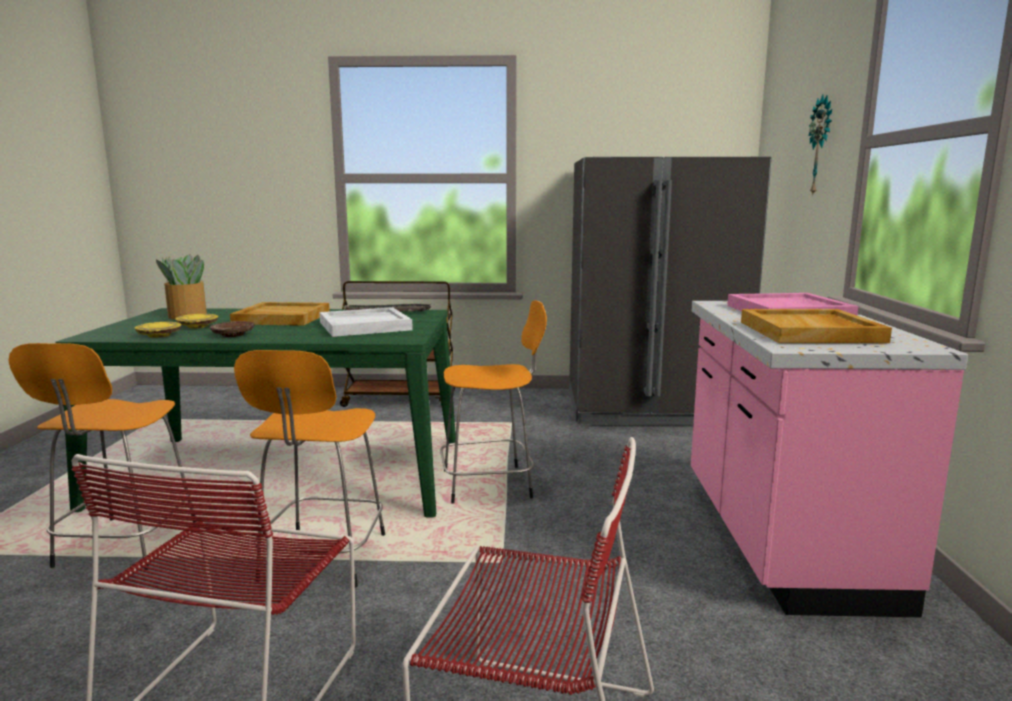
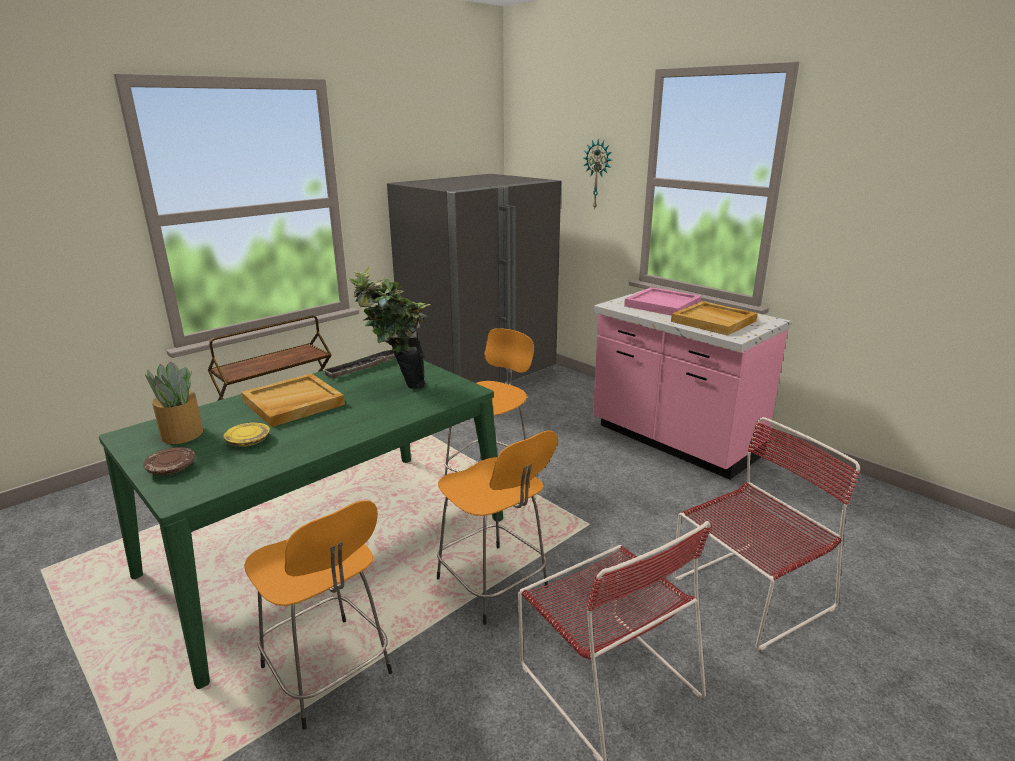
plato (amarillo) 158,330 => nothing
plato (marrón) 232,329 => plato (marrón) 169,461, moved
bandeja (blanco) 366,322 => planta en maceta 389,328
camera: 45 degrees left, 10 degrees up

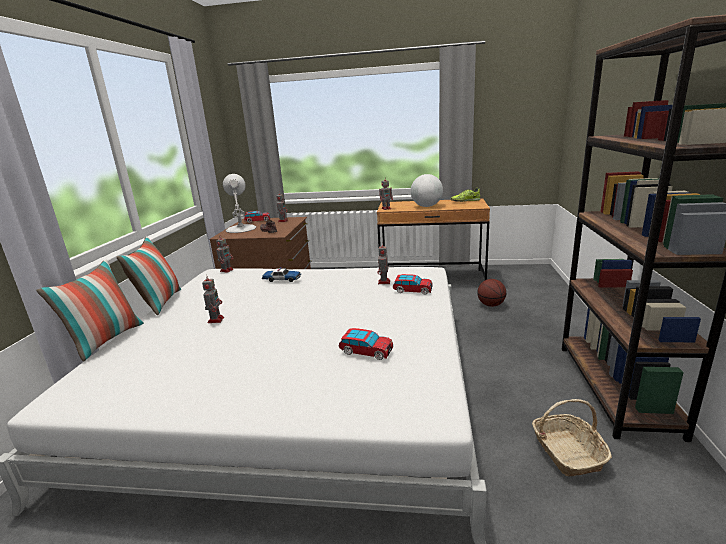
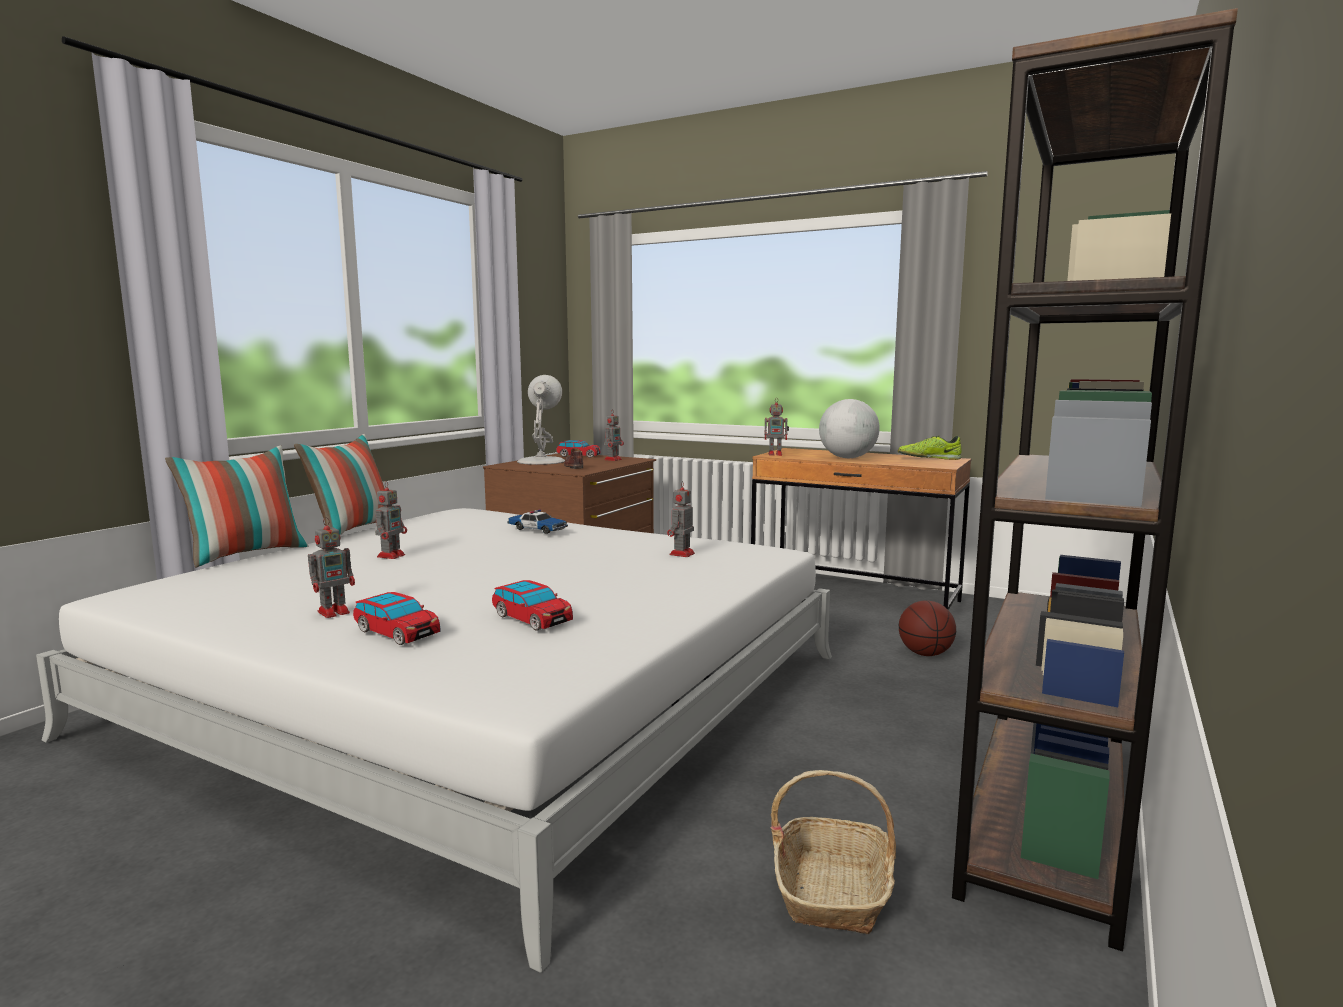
robot de juguete 224,254 => robot de juguete 331,567, moved
coche de juguete 413,284 => coche de juguete 396,618, moved
camera: 20 degrees right, 10 degrees down

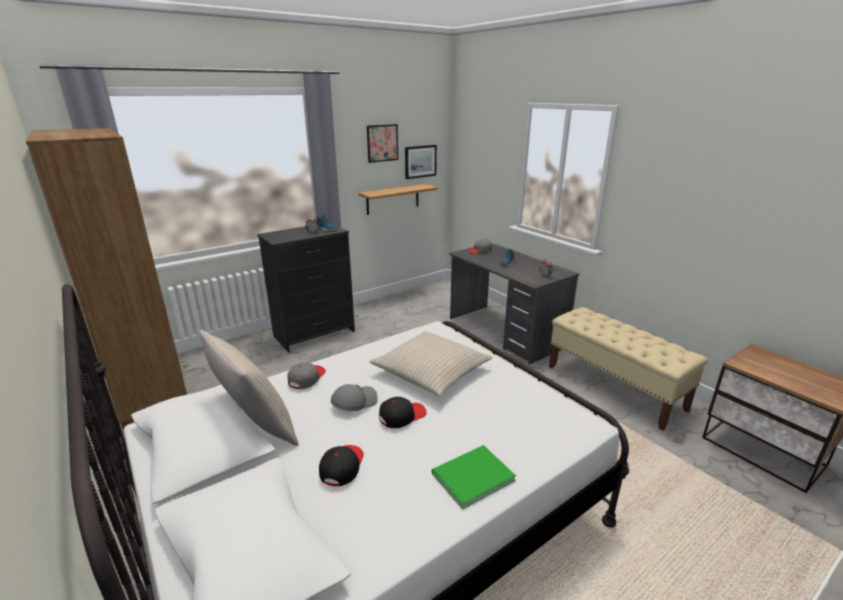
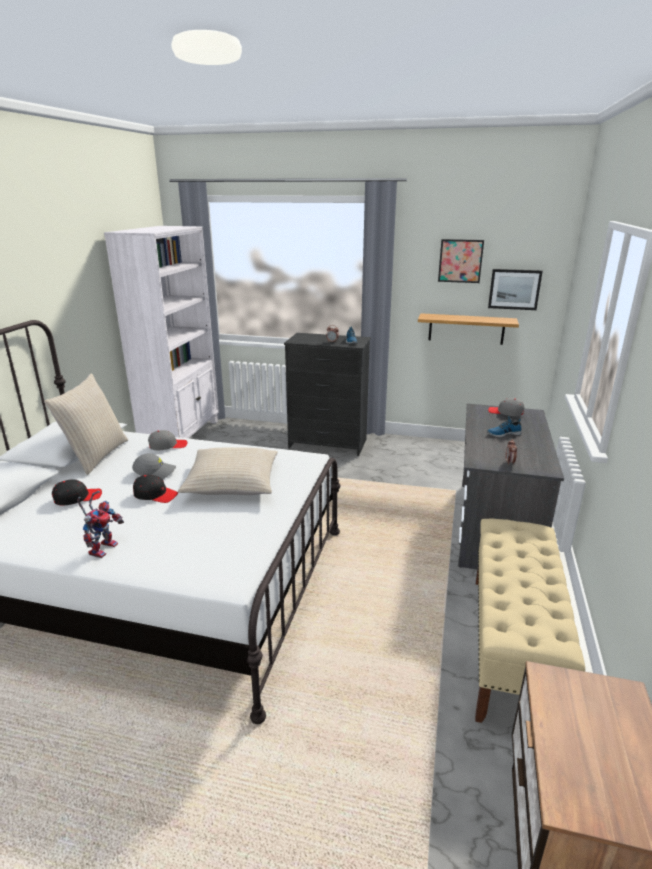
estantería (marrón) 106,279 => estantería (blanco) 161,332
libro (verde) 474,477 => robot de juguete 100,524
camera: 50 degrees right, 0 degrees up

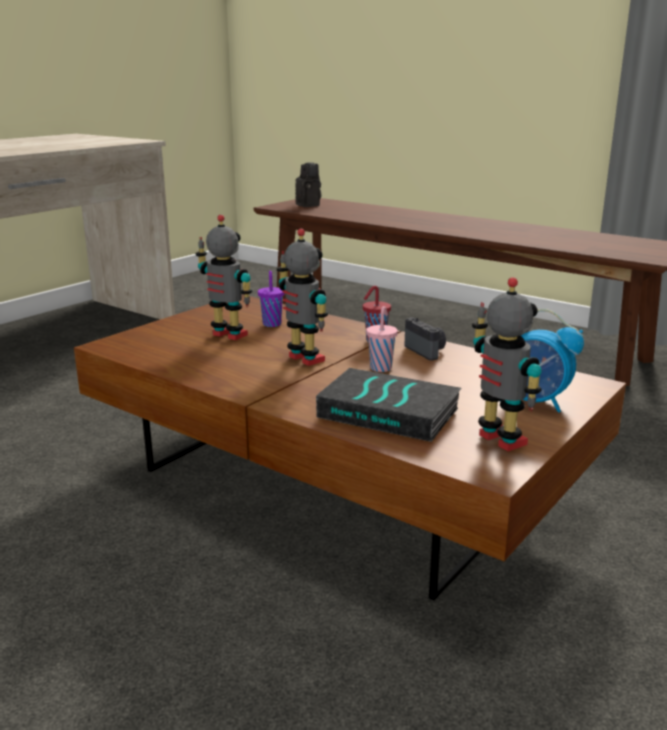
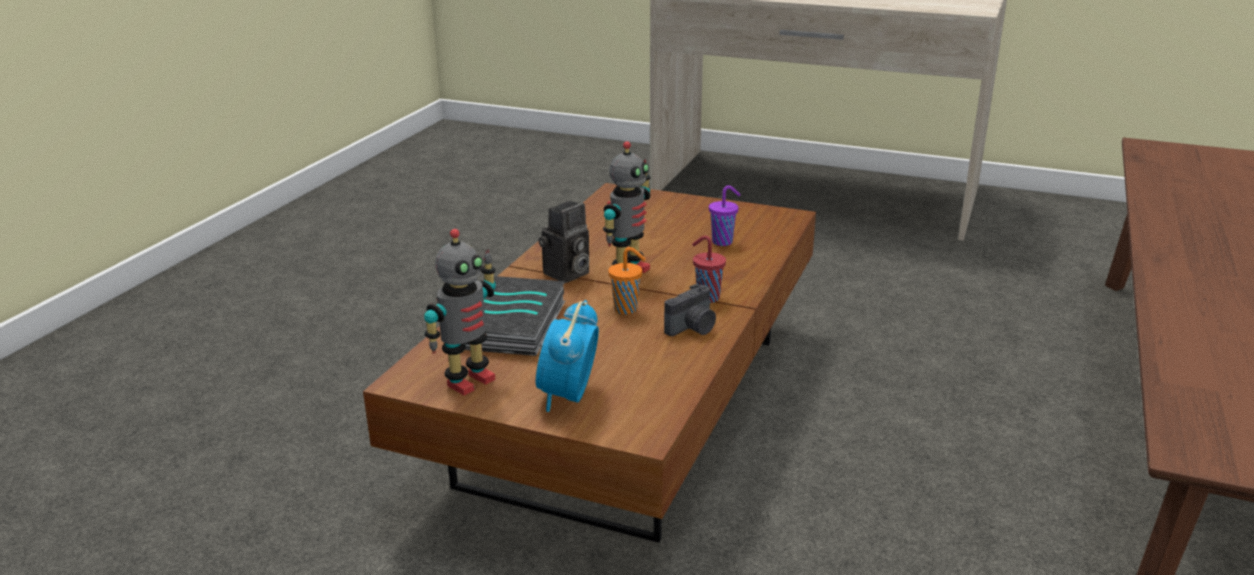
robot de juguete 224,277 => nothing
cámara 308,184 => cámara 563,242, moved
taza (rosa) 382,339 => taza (naranja) 627,280
camera: 75 degrees right, 5 degrees up

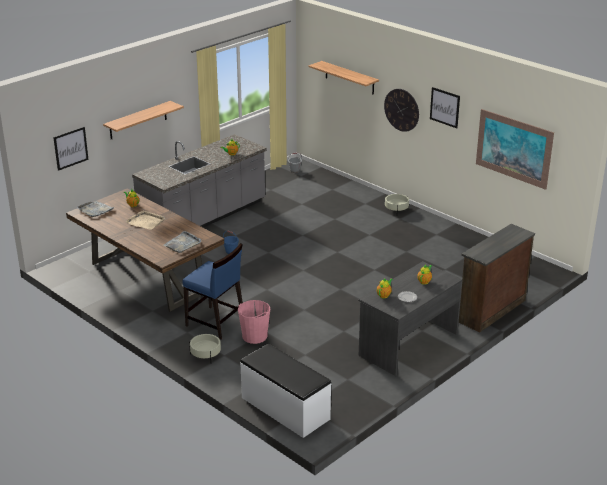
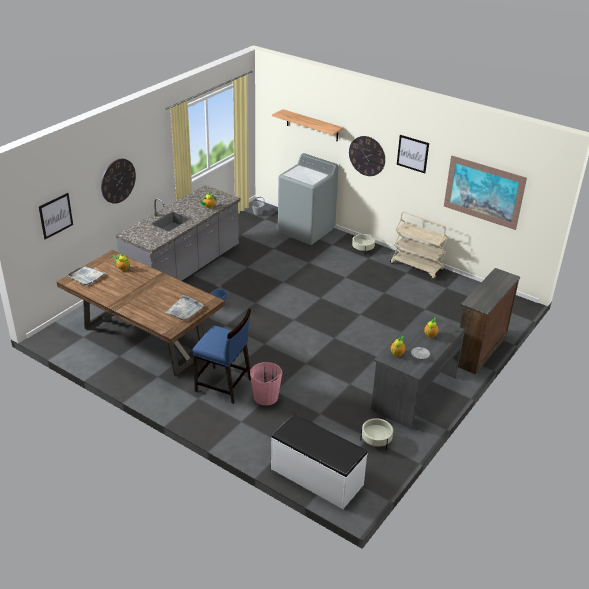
estante 143,120 => reloj de pared 118,181
bandeja (beis) 145,220 => nothing
maceta (beis) 205,347 => maceta (beis) 376,434, moved
nothing => lavadora (gris) 308,199
nothing => carrito (beis) 419,245
camera: 10 degrees left, 5 degrees up

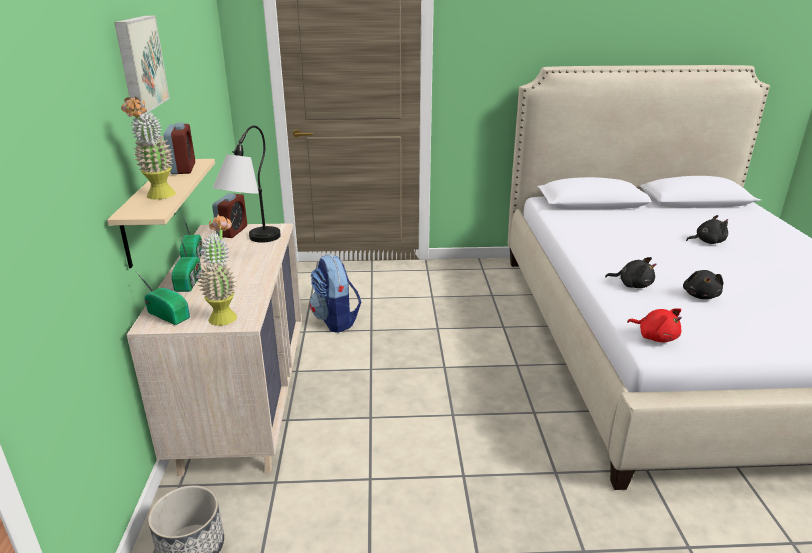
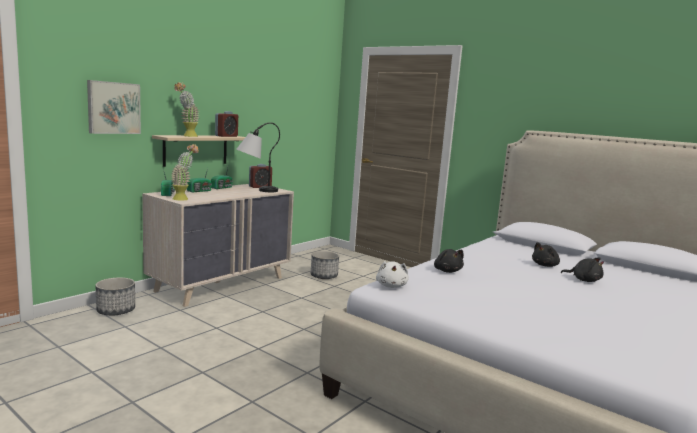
cuadro 142,64 => cuadro 114,107, moved
mochila 335,293 => maceta 325,265
peluche (rojo) 654,325 => peluche (blanco) 392,274
peluche (negro) 703,284 => peluche (negro) 546,254, moved
camera: 40 degrees right, 15 degrees down

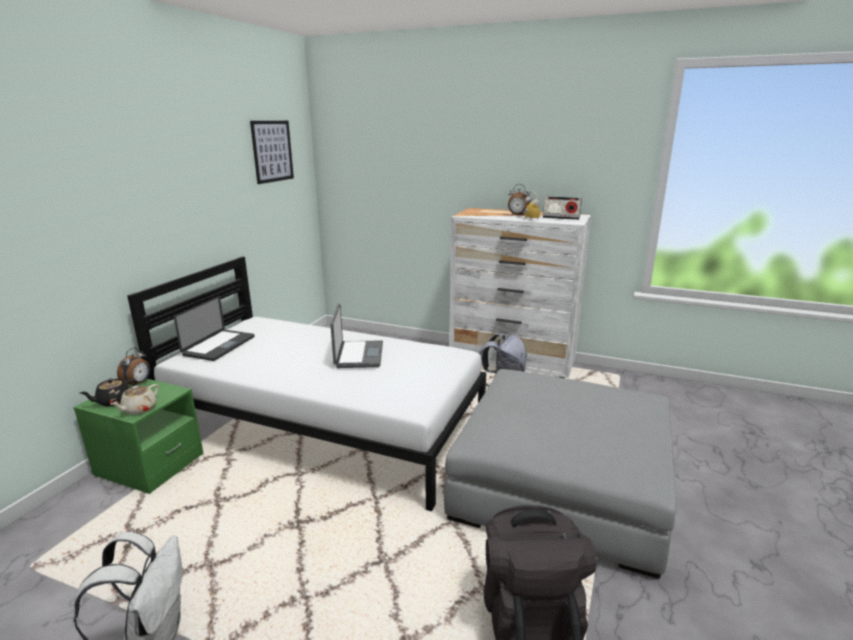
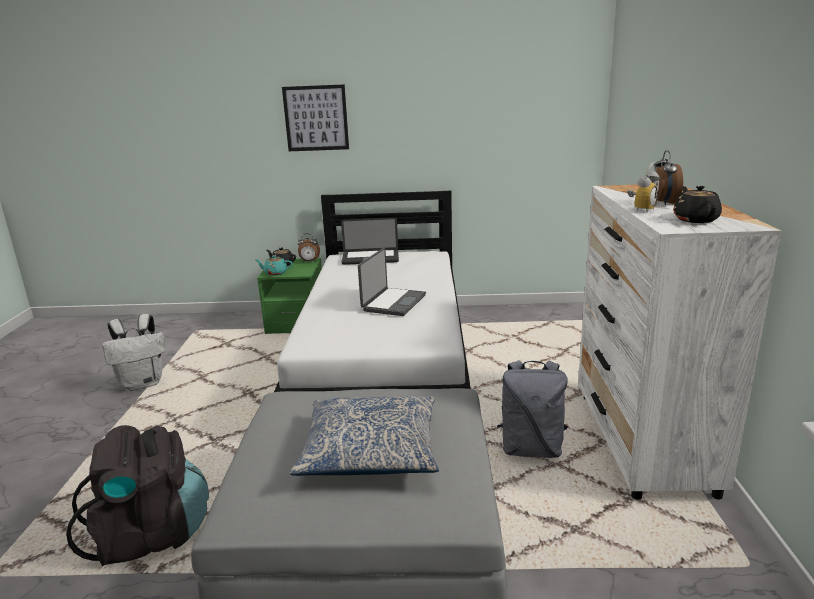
tetera (beis) 135,399 => tetera (turquesa) 274,265
cuadro 272,152 => cuadro 315,117, moved
portátil 357,336 => portátil 392,282, 45 degrees counterclockwise
radio 562,208 => tetera (negro) 697,204
nothing => cojín 364,436
camera: 70 degrees right, 0 degrees up

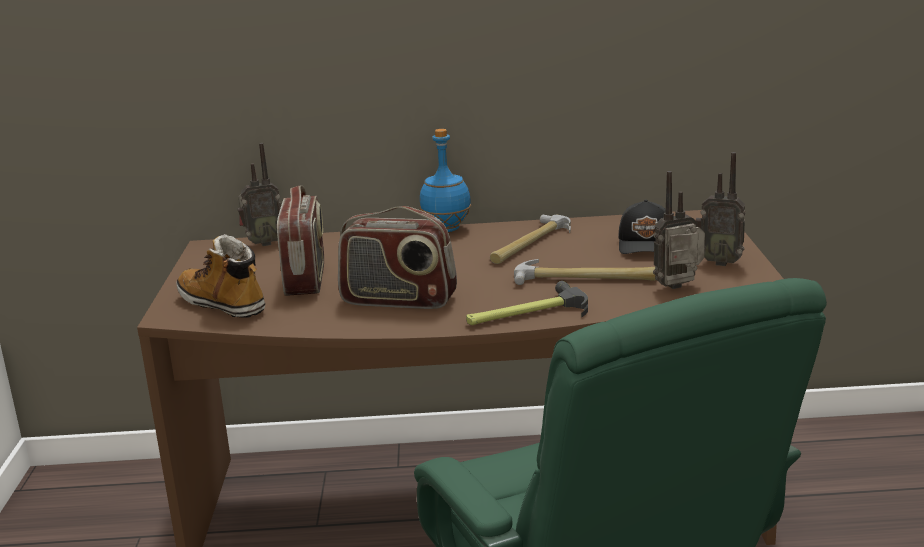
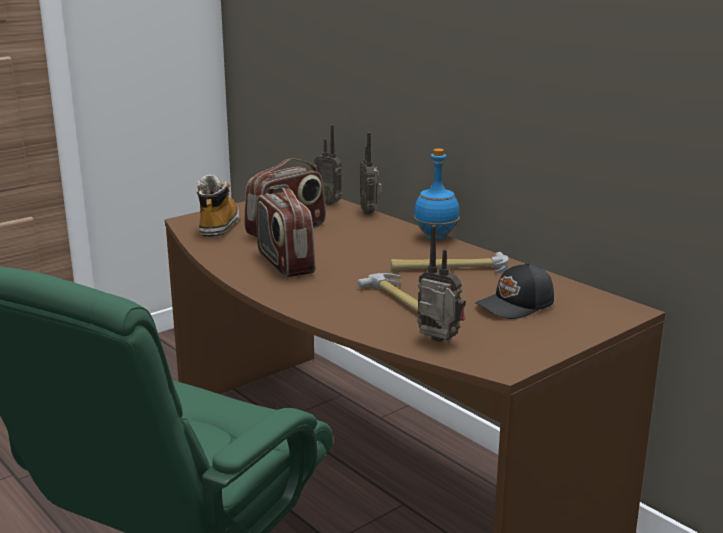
martillo 527,303 => nothing
radio 721,209 => radio 371,173, moved
camera: 50 degrees right, 0 degrees up

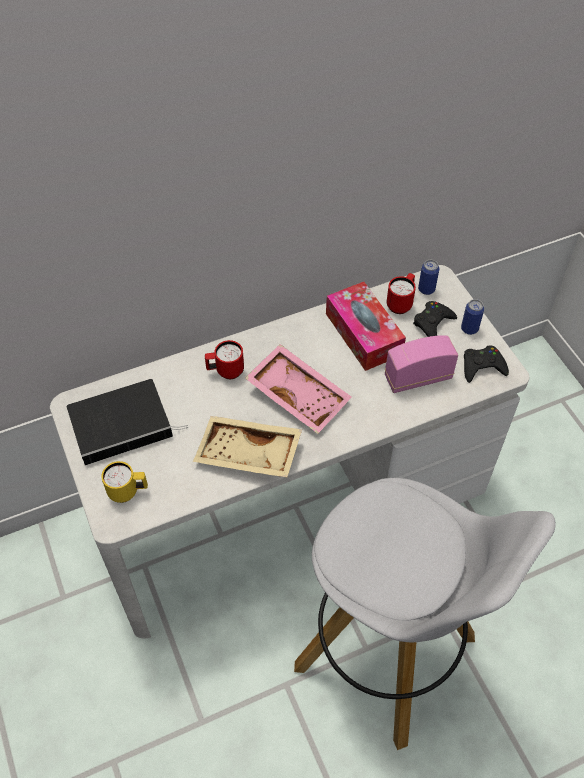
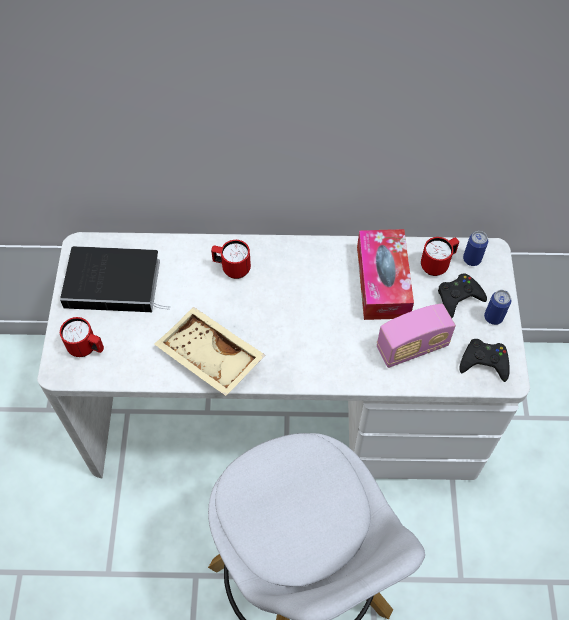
taza grande (amarillo) 124,482 => taza grande (rojo) 82,337
bandeja (rosa) 298,389 => nothing
radio 421,364 => radio 416,336, 150 degrees clockwise
camera: 25 degrees right, 5 degrees up

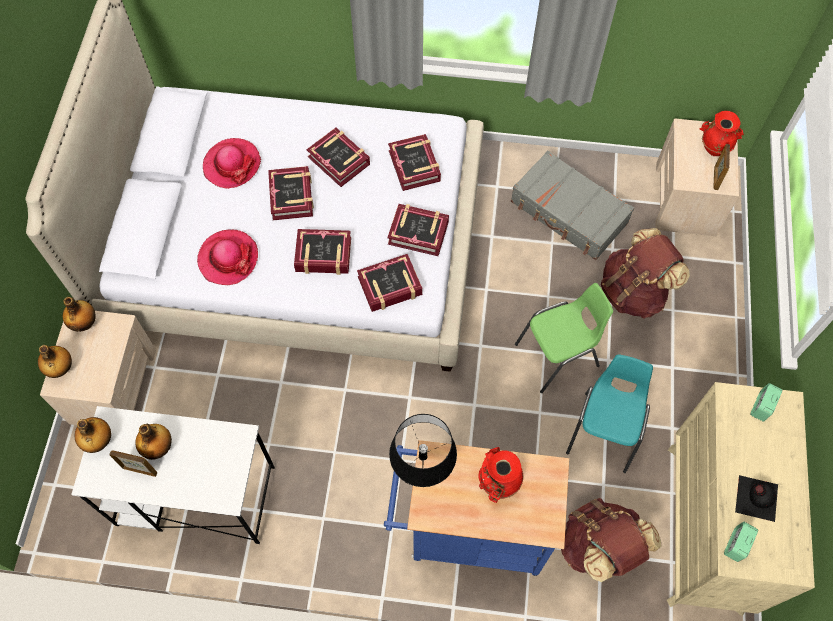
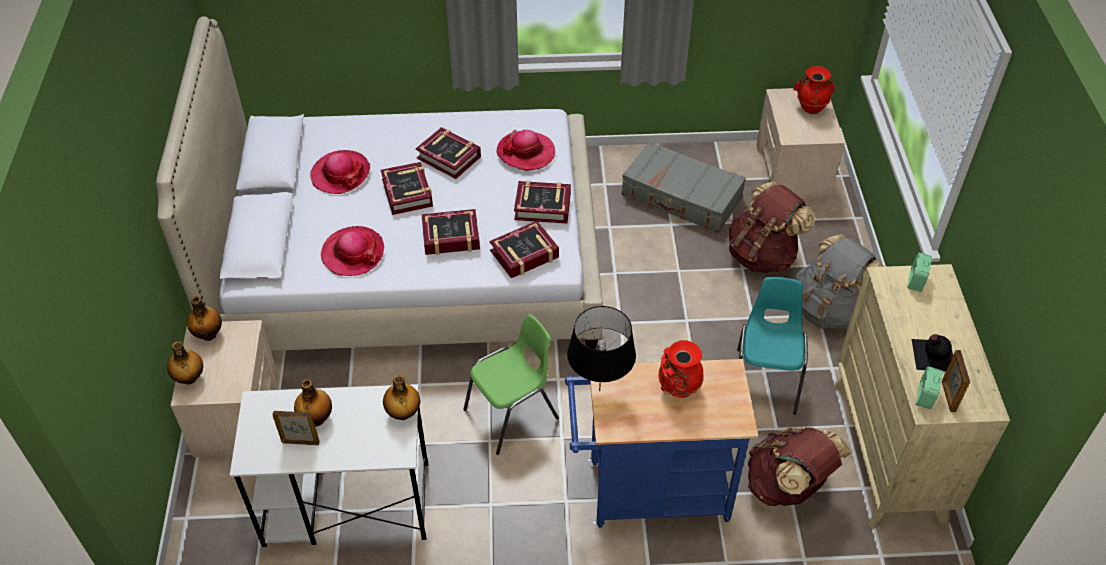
botella 93,435 => botella 401,397, moved
libro 414,162 => sombrero 526,150
silla (verde) 564,338 => silla (verde) 511,384, moved
portarretratos 722,167 => portarretratos 956,381, moved
nothing => mochila (gris) 839,281
camera: 10 degrees left, 15 degrees down

